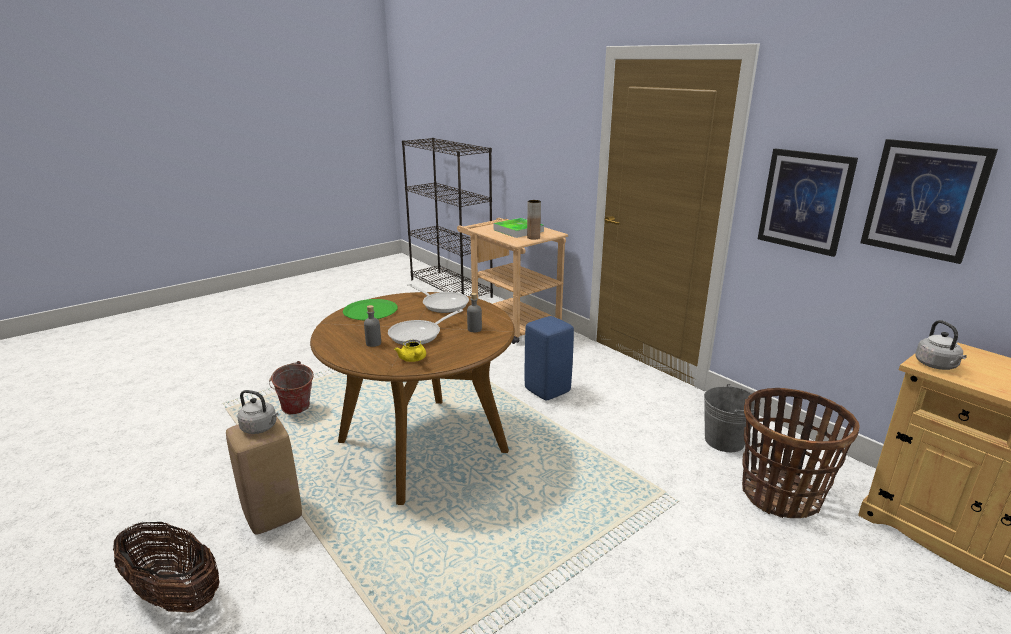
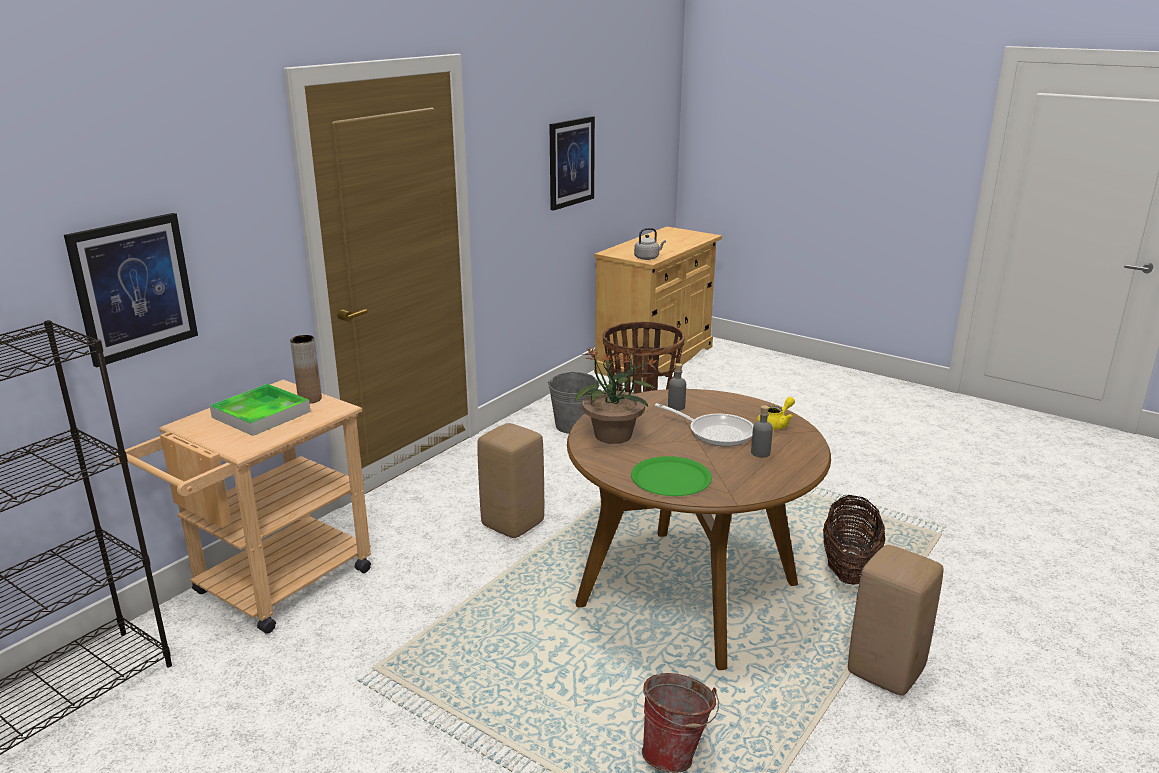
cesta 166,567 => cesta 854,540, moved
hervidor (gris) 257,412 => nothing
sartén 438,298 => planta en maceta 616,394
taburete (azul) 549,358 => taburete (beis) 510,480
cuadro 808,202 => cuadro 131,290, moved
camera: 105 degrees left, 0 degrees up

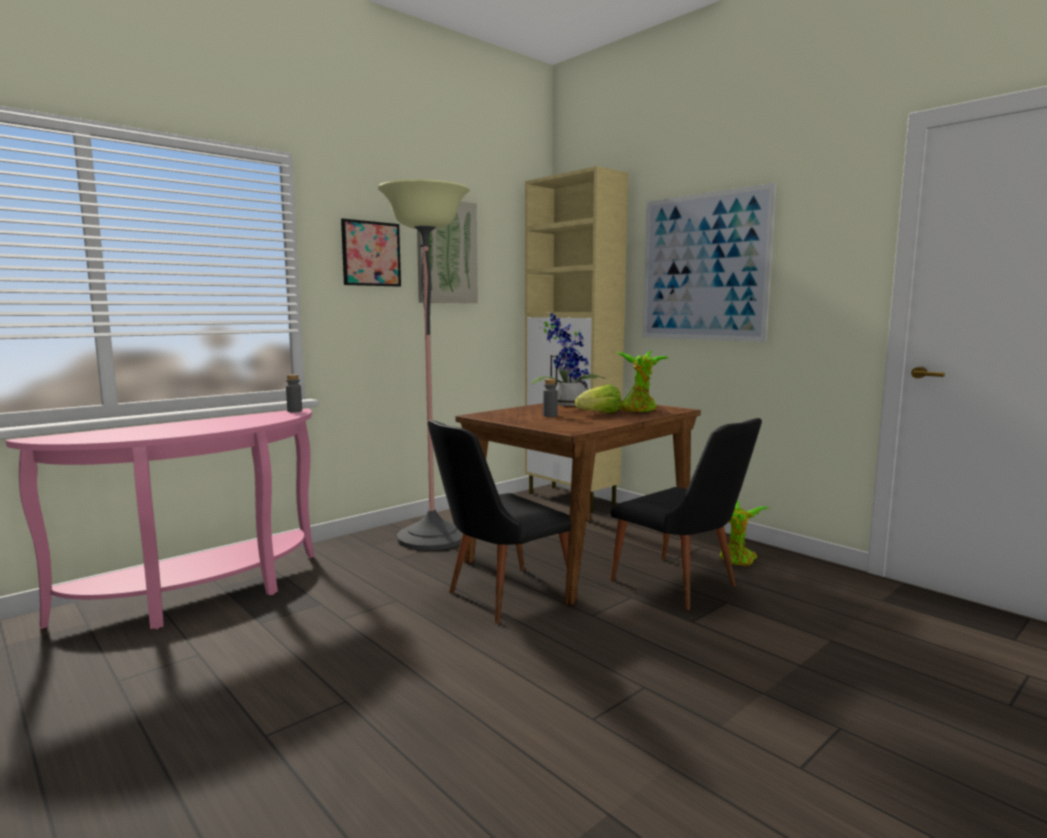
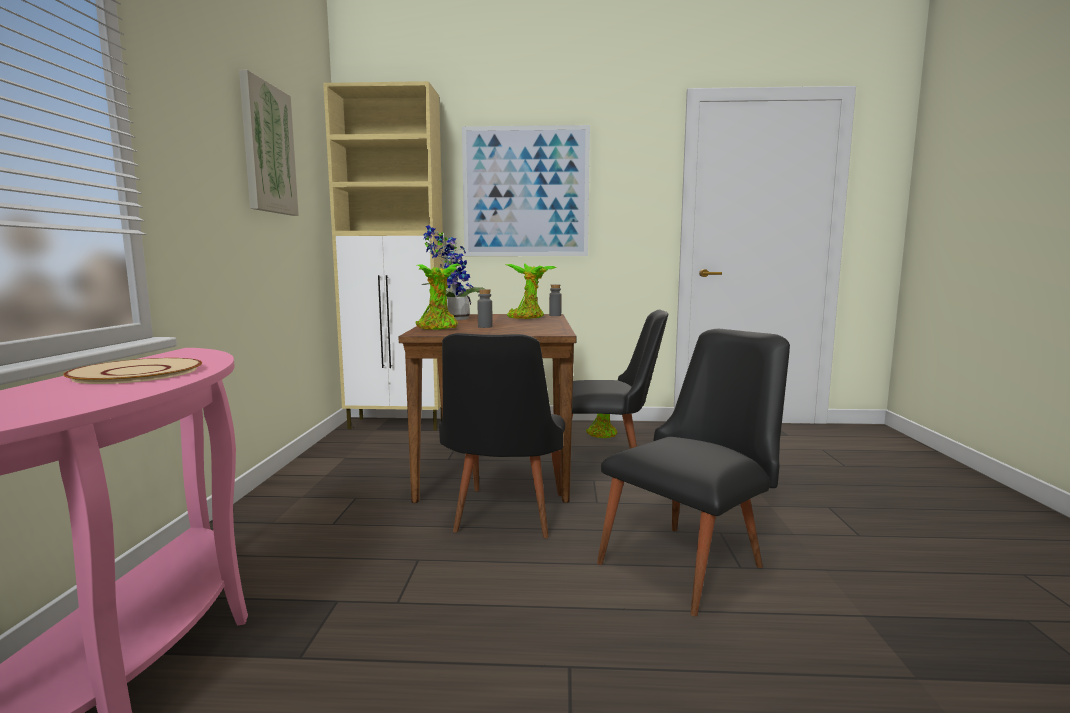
botella (gris) 294,393 => botella (gris) 555,300, moved
cuadro 371,252 => nothing
lámpara de pie 424,365 => nothing
lechuga 598,398 => nothing
nothing => plato (beis) 132,371
nothing => planta en maceta 438,297
nothing => silla (negro) 693,472
camera: 45 degrees left, 0 degrees up

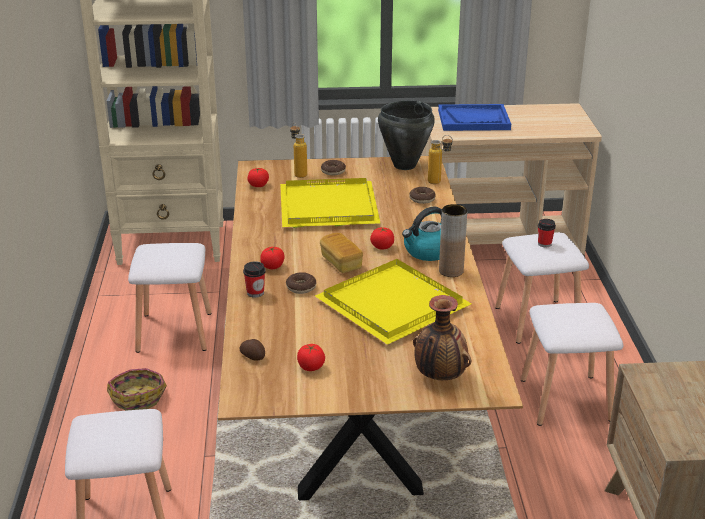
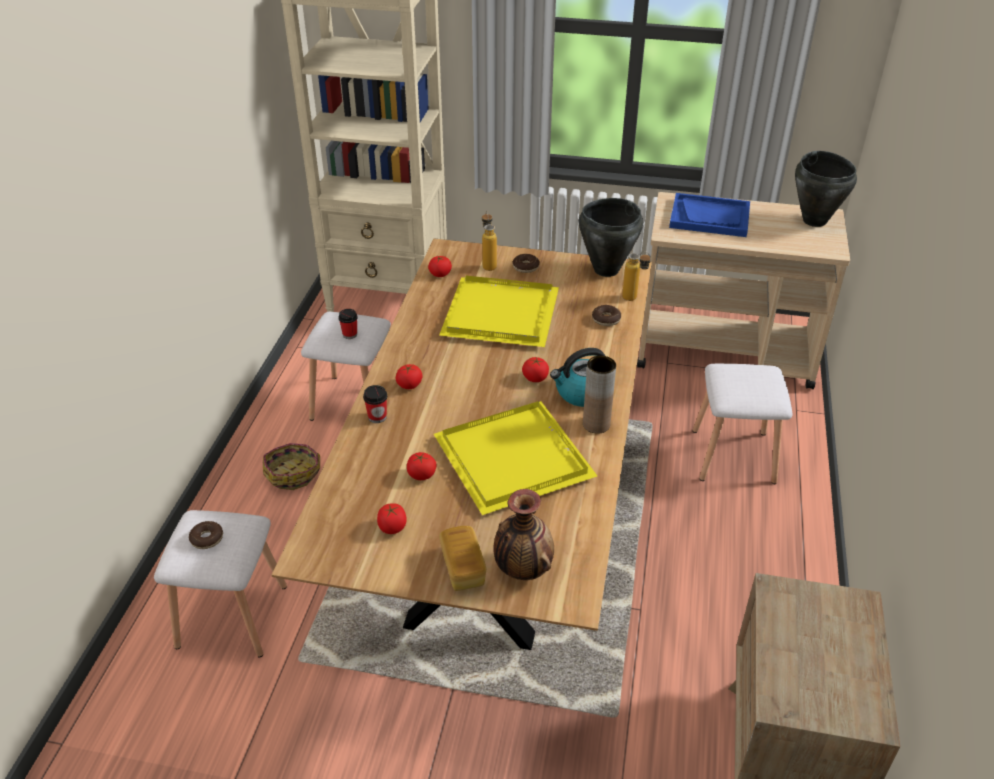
patata 252,350 => nothing
rosquilla 301,283 => rosquilla 206,535, moved
pan 341,253 => pan 462,558, moved
taburete (blanco) 572,364 => nothing
taza 547,233 => taza 348,324, moved
nothing => tomate 422,466
nothing => olla (negro) 826,189
camera: 15 degrees right, 10 degrees up

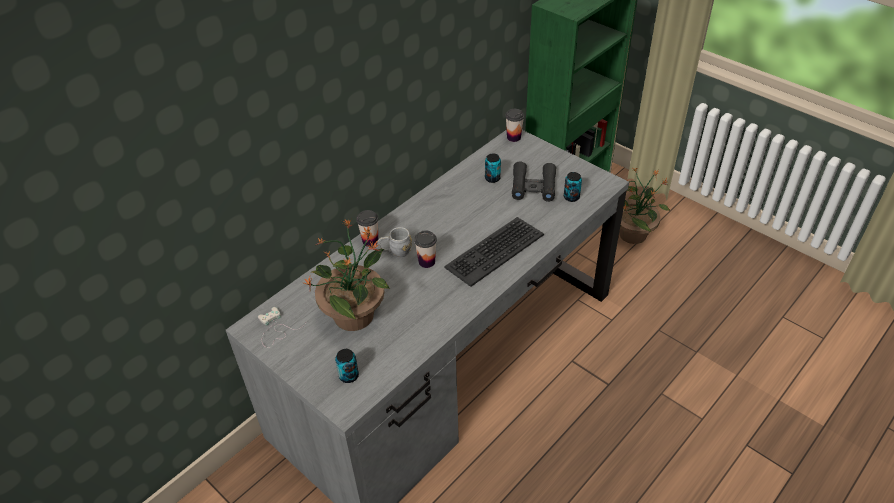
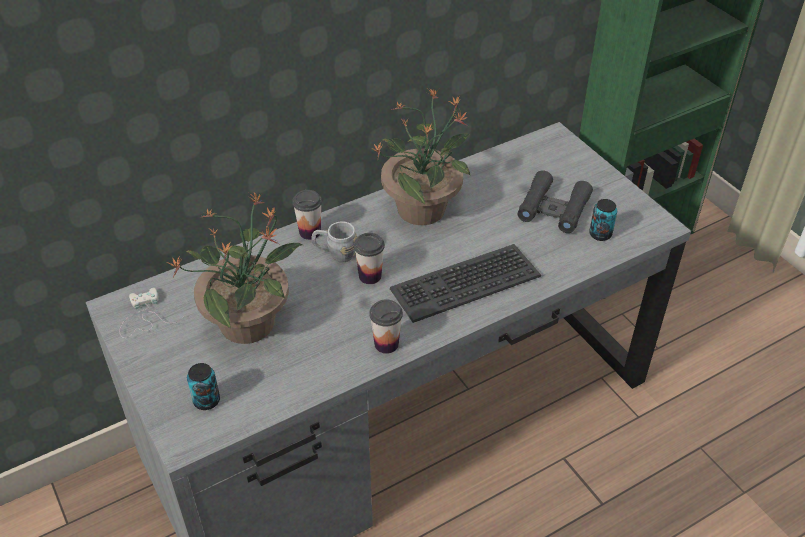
lata 493,168 => nothing
taza 514,125 => taza 386,326, moved
planta en maceta 644,205 => planta en maceta 421,157, moved
camera: 15 degrees right, 0 degrees up

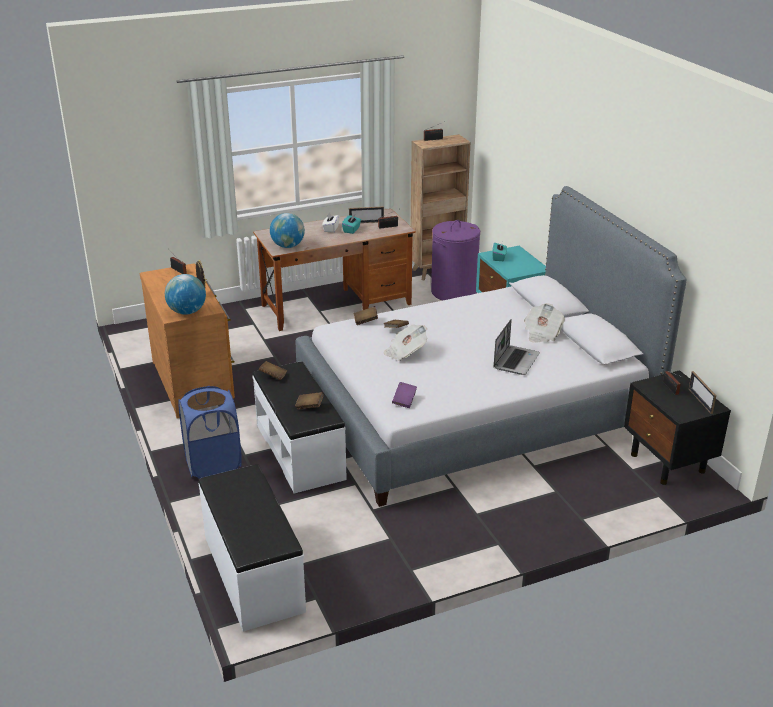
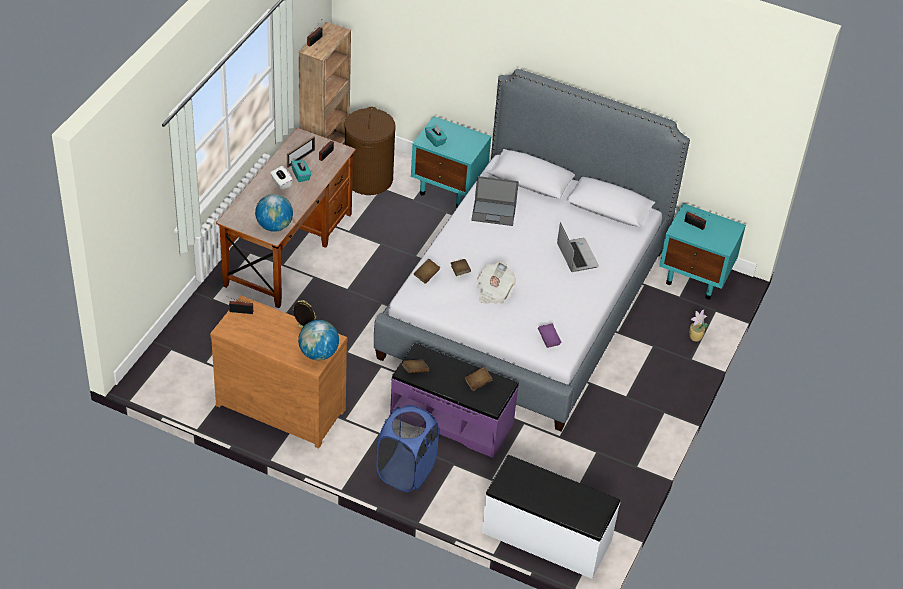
banco (blanco) 299,427 => banco (morado) 454,400
cesto de la ropa (morado) 455,260 => cesto de la ropa (marrón) 370,151
periódico 544,323 => nothing
mesita de noche (negro) 677,427 => mesita de noche (turquesa) 702,251
portarretratos 702,392 => nothing
nothing => portátil 495,201
nothing => planta en maceta 698,326
camera: 45 degrees left, 15 degrees up

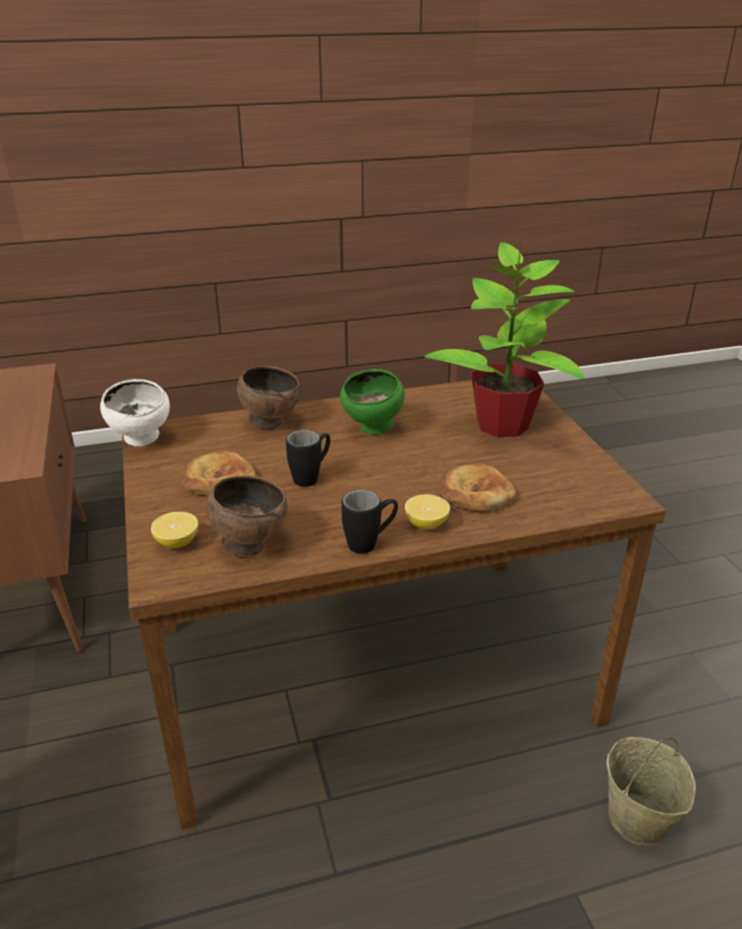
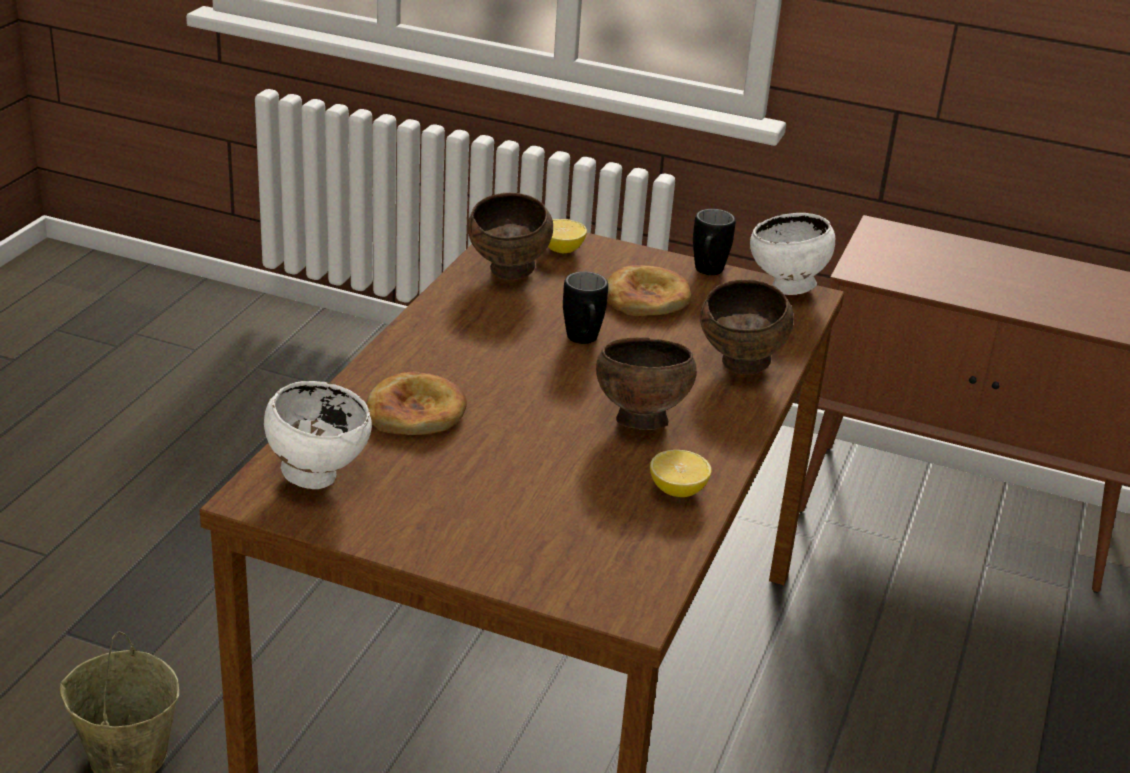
cuenco (verde) 372,402 => cuenco (marrón) 646,383
taza grande (negro) 369,522 => taza grande (negro) 714,242, moved
limón 427,512 => limón 680,473, moved
planta en maceta 504,339 => nothing
nothing => cuenco (blanco) 318,435
camera: 125 degrees right, 0 degrees up

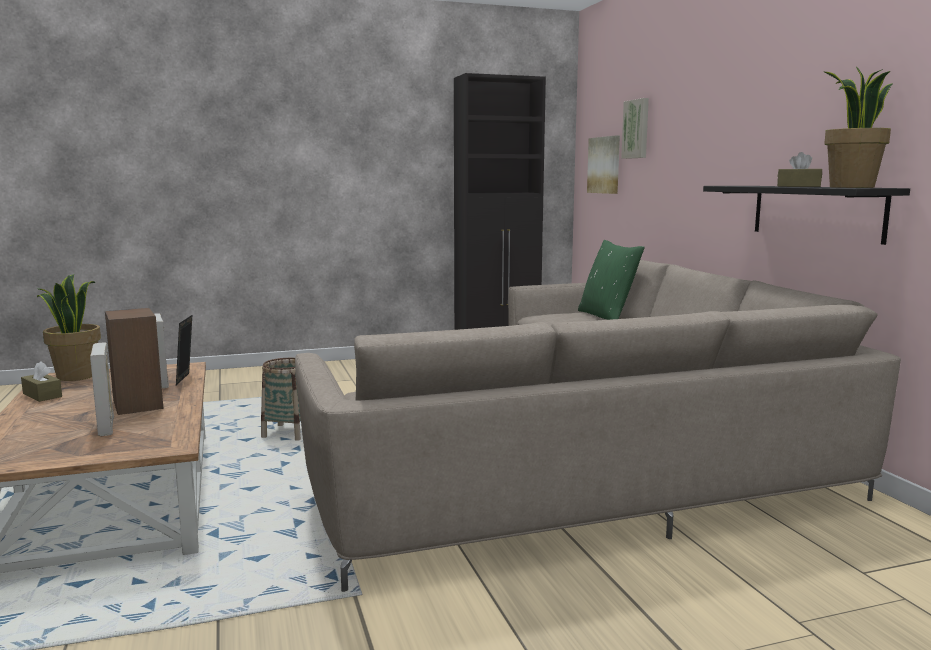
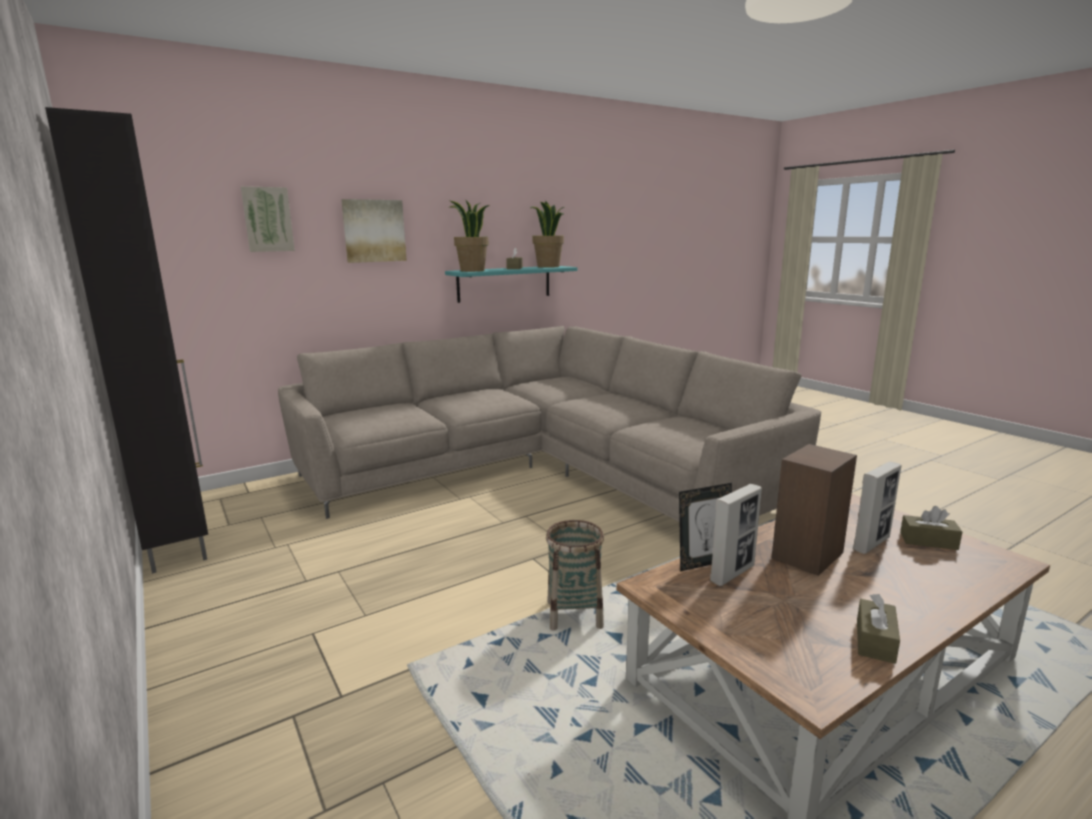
planta en maceta 69,327 => planta en maceta 469,235, moved
cojín (verde) 611,280 => nothing
cuadro 603,165 => cuadro 374,231, moved
estante (negro) 806,215 => estante (turquesa) 511,284
nothing => caja de pañuelos (marrón) 931,528
camera: 105 degrees left, 5 degrees up

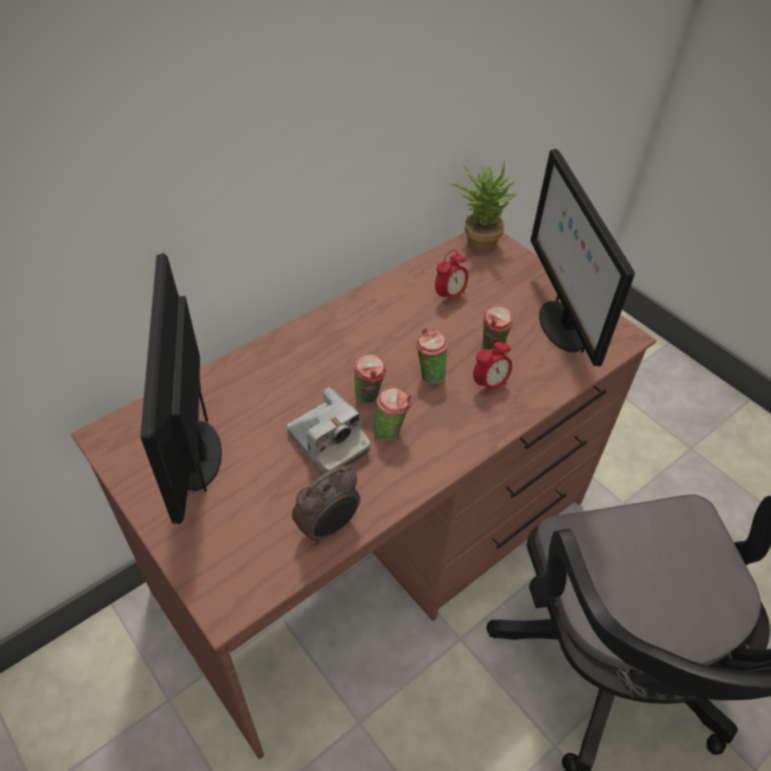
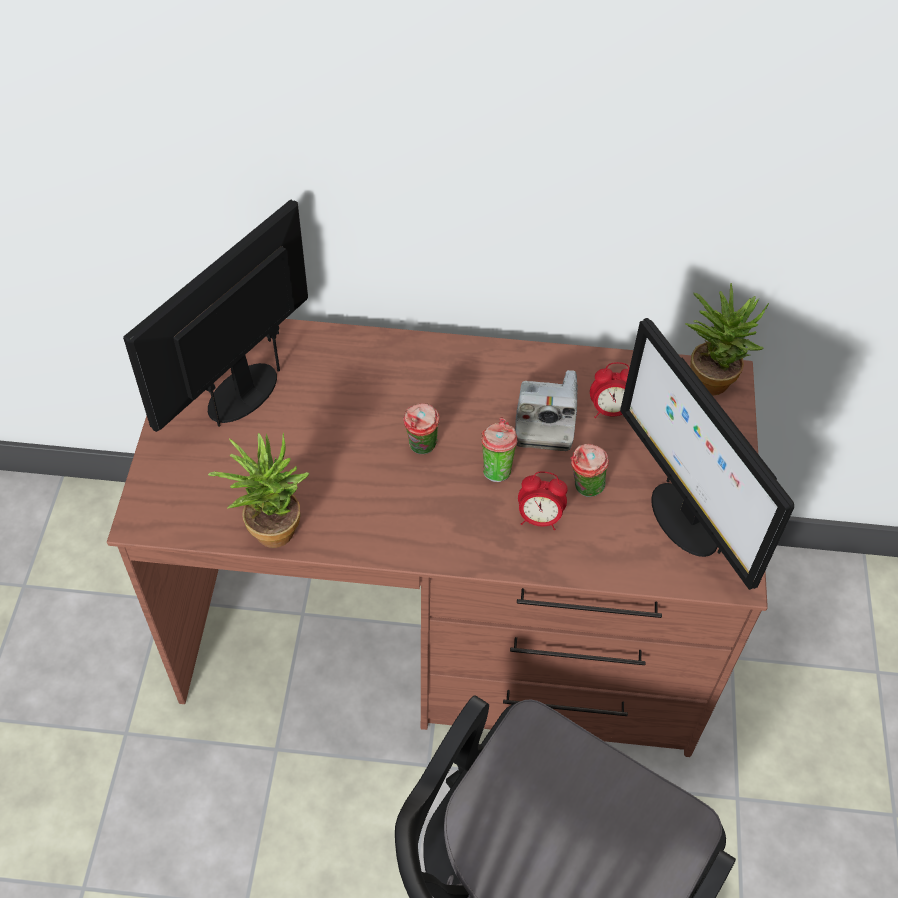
cámara 329,430 => cámara 546,410, moved
despertador 326,505 => planta en maceta 258,490
taza 392,414 => nothing
monitor 583,258 => monitor 707,454, 60 degrees counterclockwise
camera: 45 degrees right, 5 degrees up

